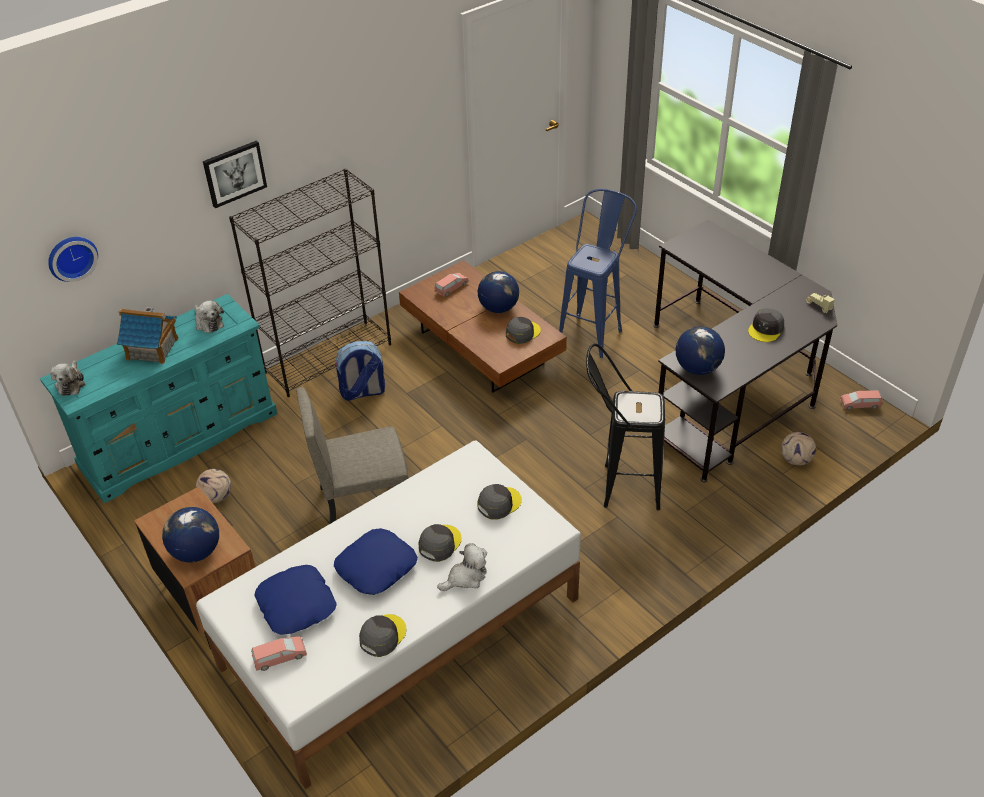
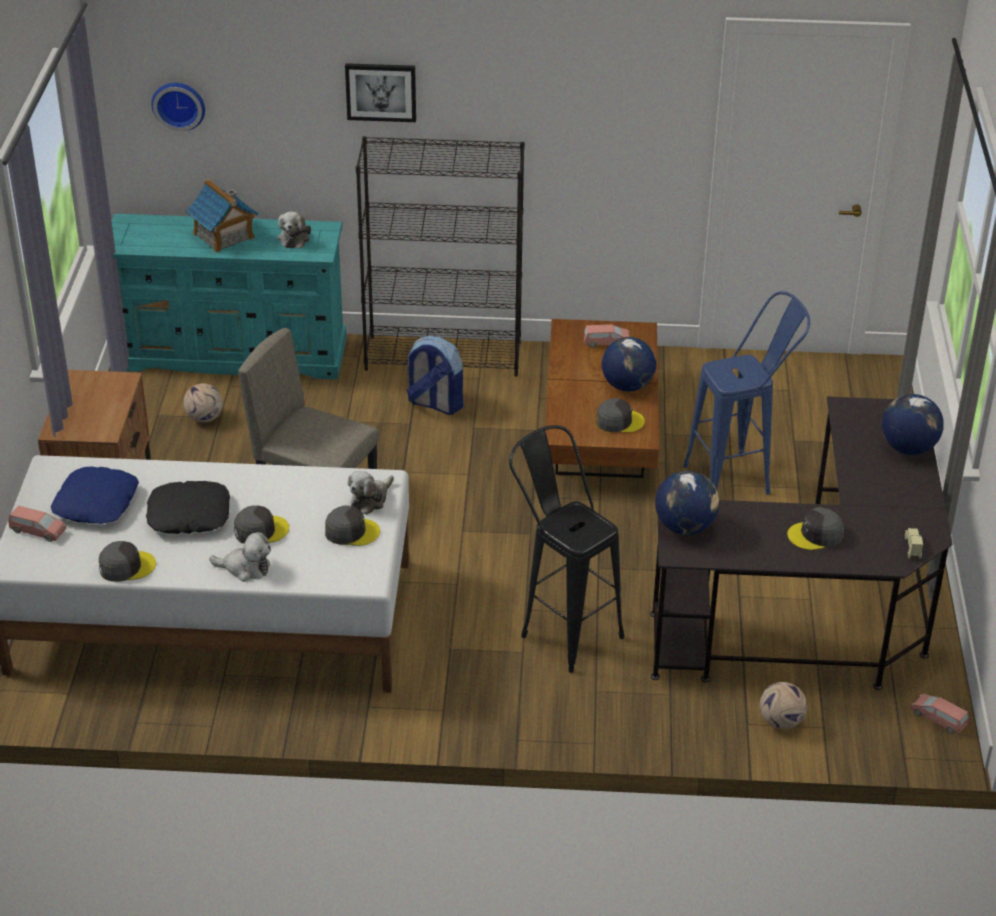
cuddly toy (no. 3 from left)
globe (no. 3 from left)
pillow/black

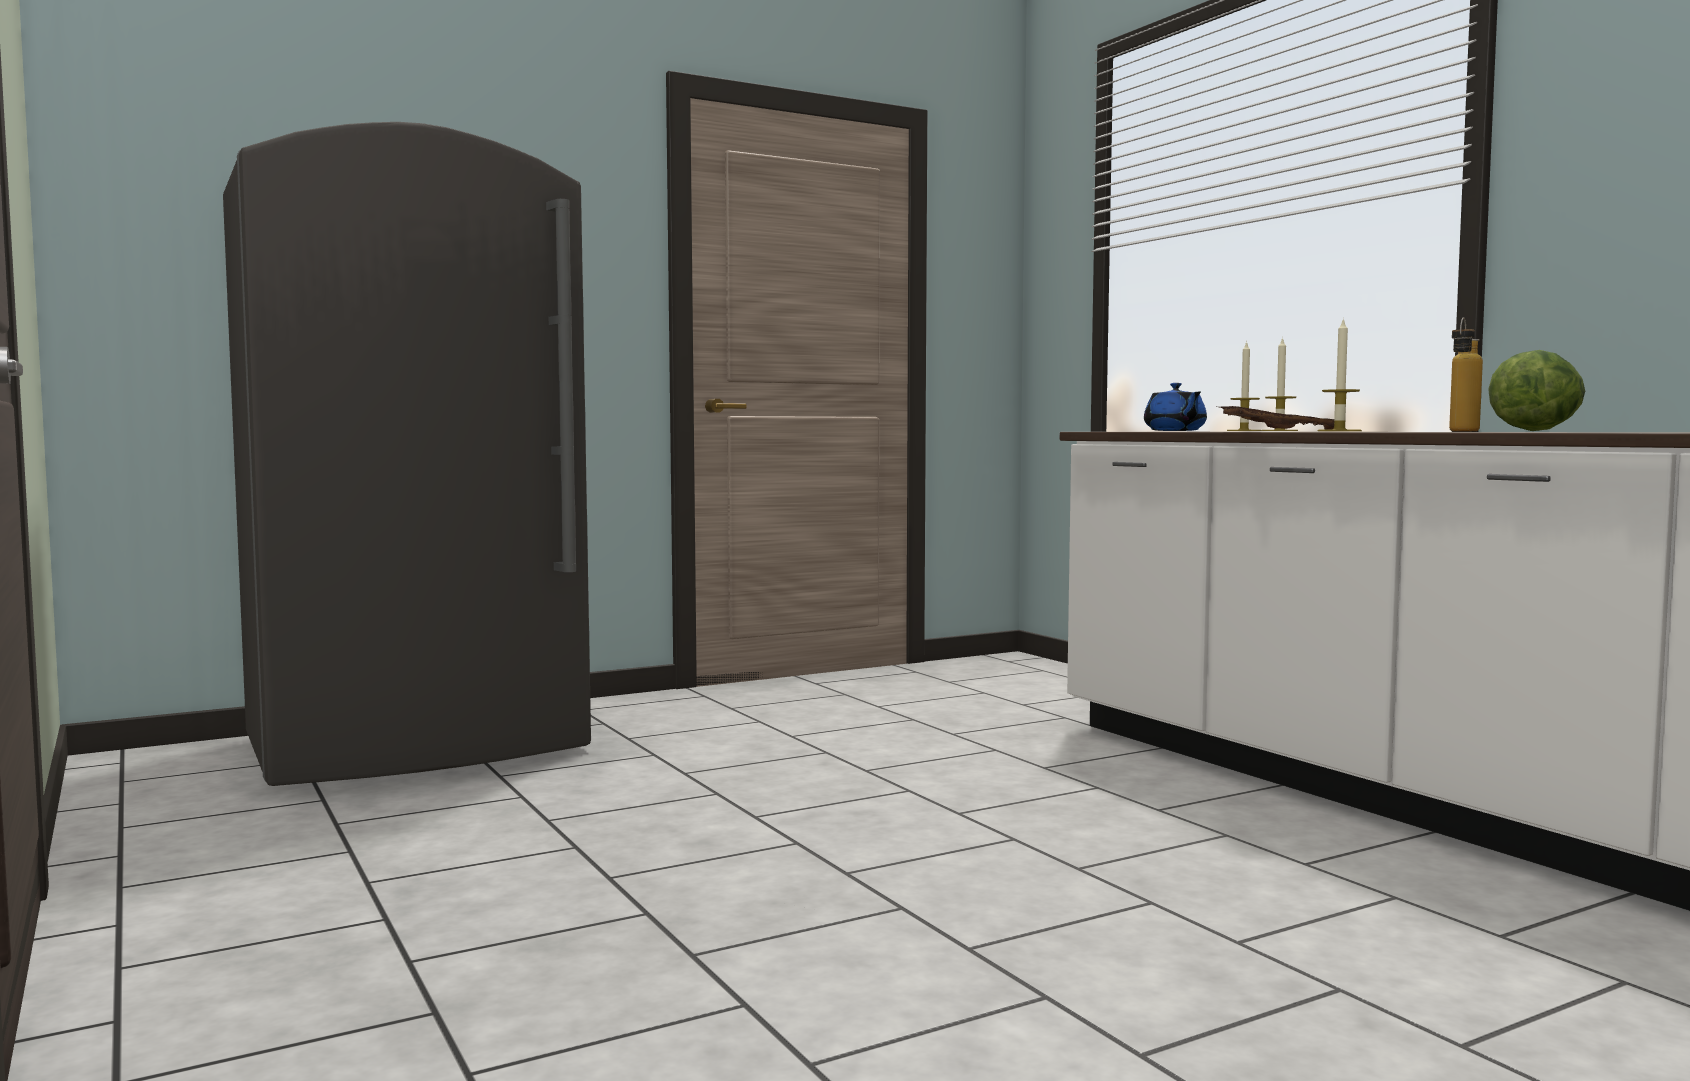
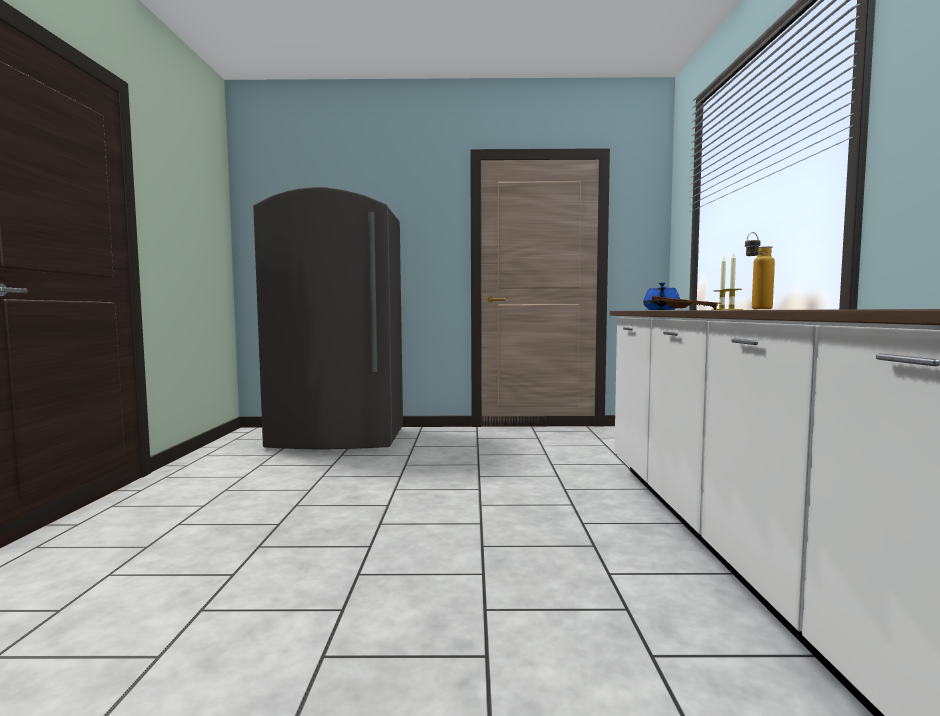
wax light (no. 3 from left in the first image)
lettuce

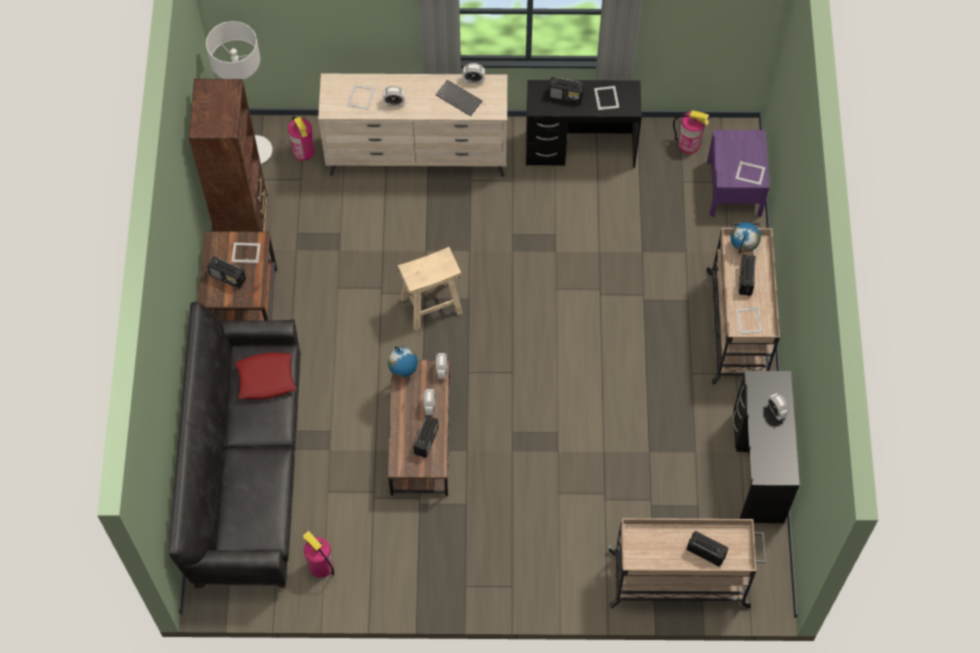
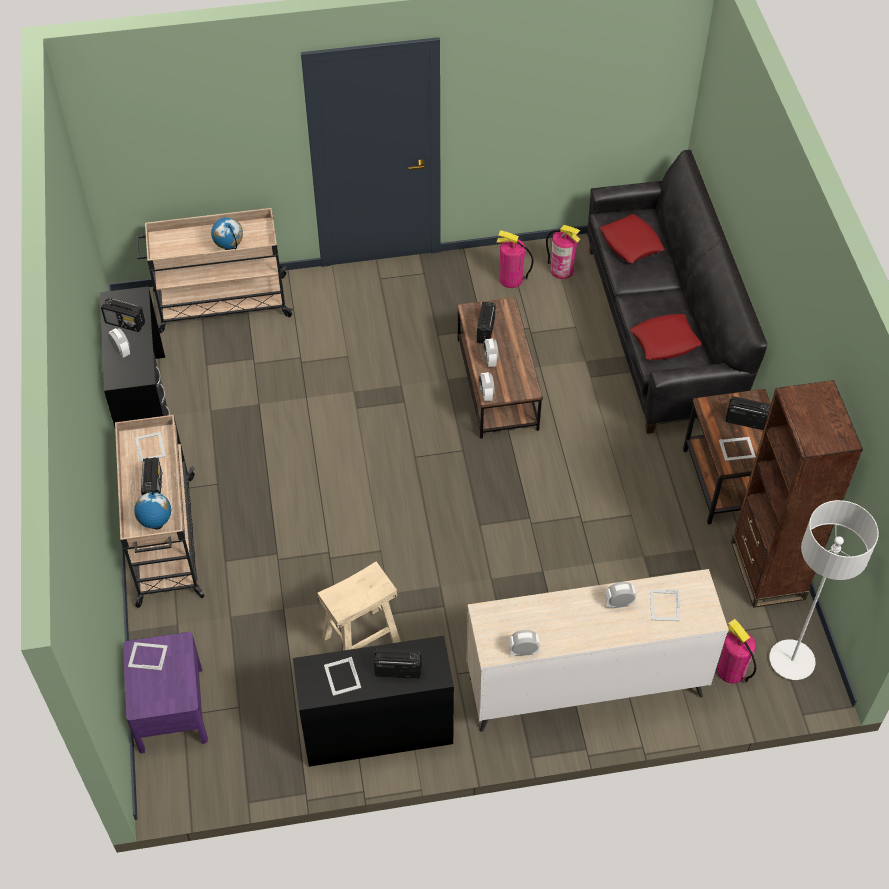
globe (no. 2 from left)
stool seat/sand-coloured
PC keyboard
fire-fighting cylinder (no. 1 from left)
radio receiver (no. 1 from left)
pillow/red-coloured (no. 1 from left)

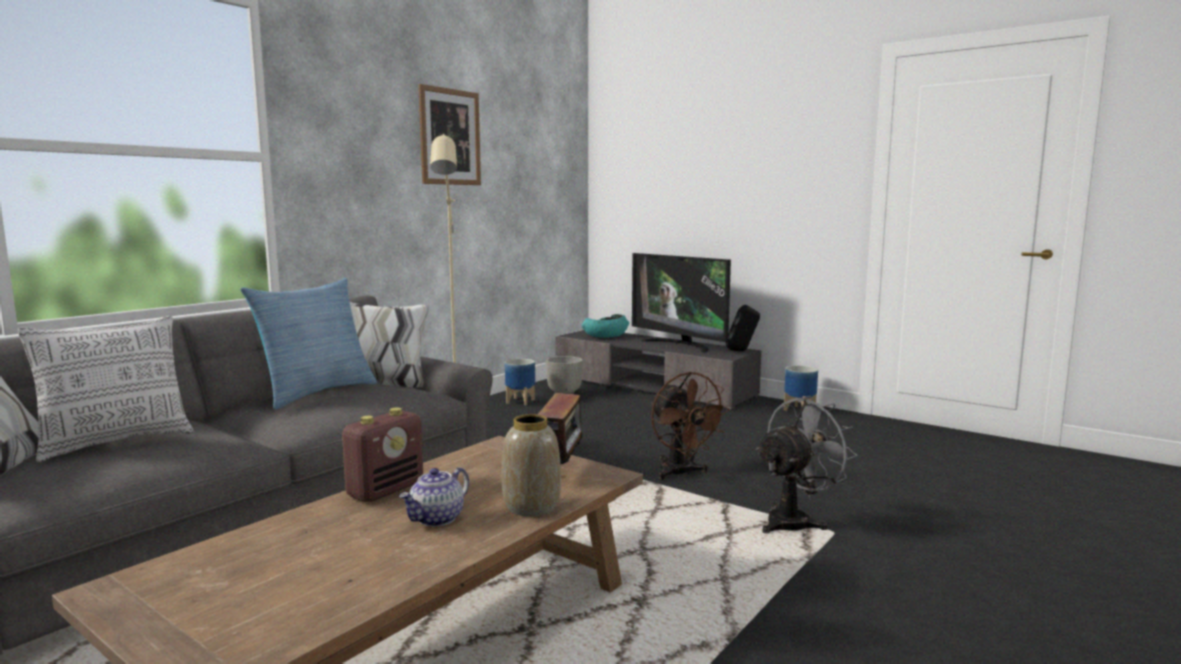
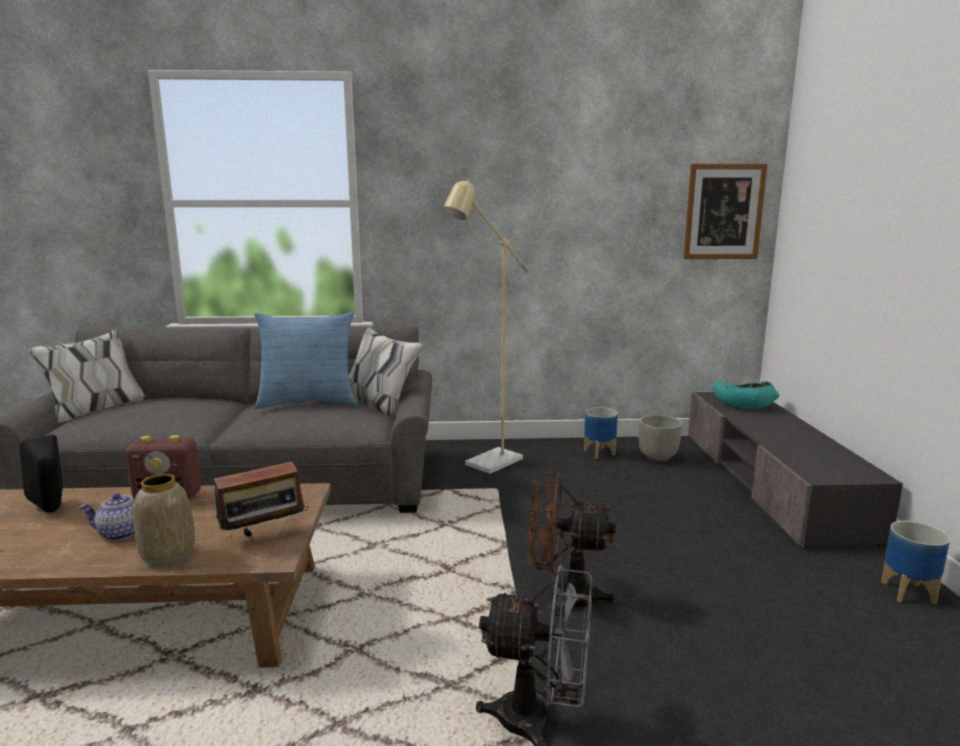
pillow (no. 1 from left in the first image)
picture
TV
electric fan/brownish
speaker/black

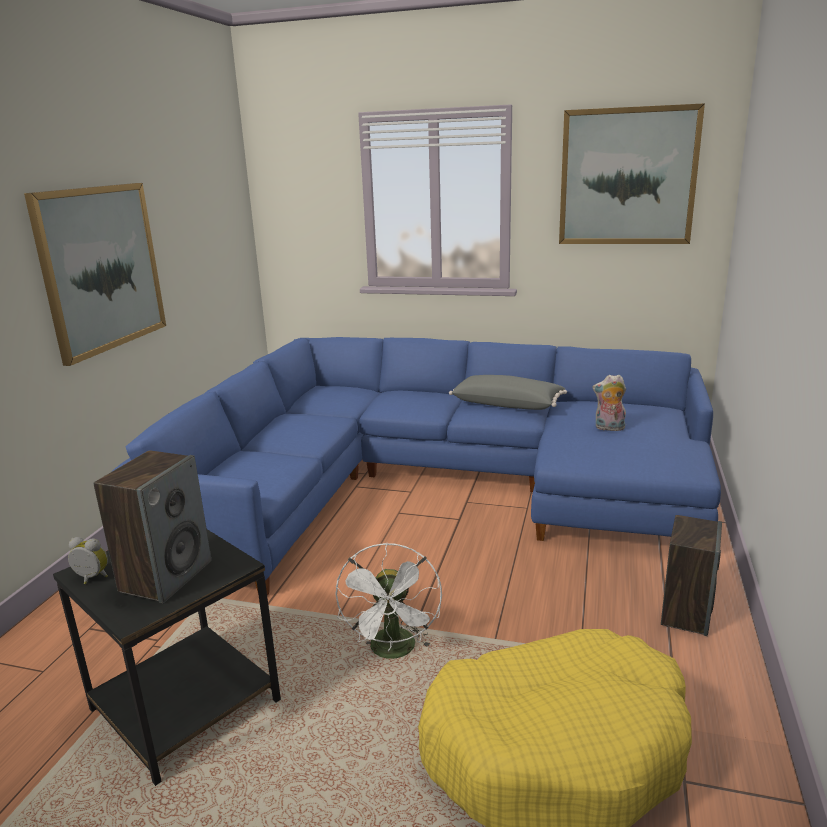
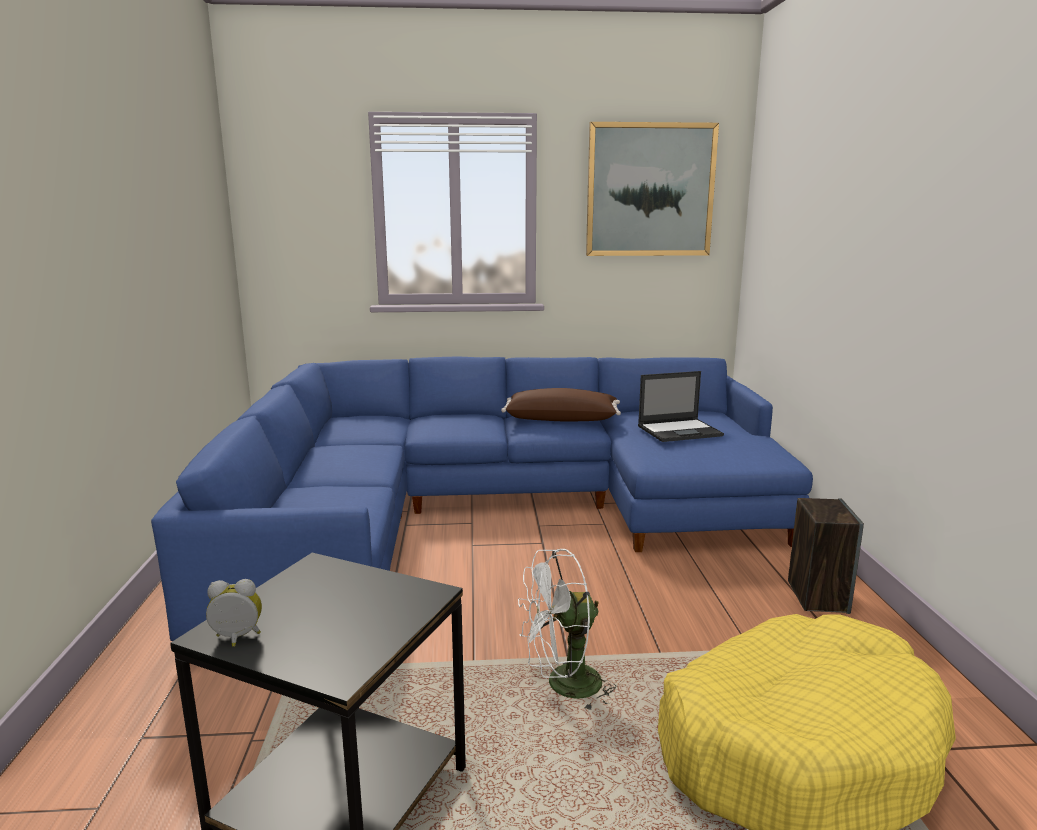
picture (no. 1 from left in the first image)
speaker (no. 1 from left in the first image)
electric fan/white
pillow/brownish
portable computer

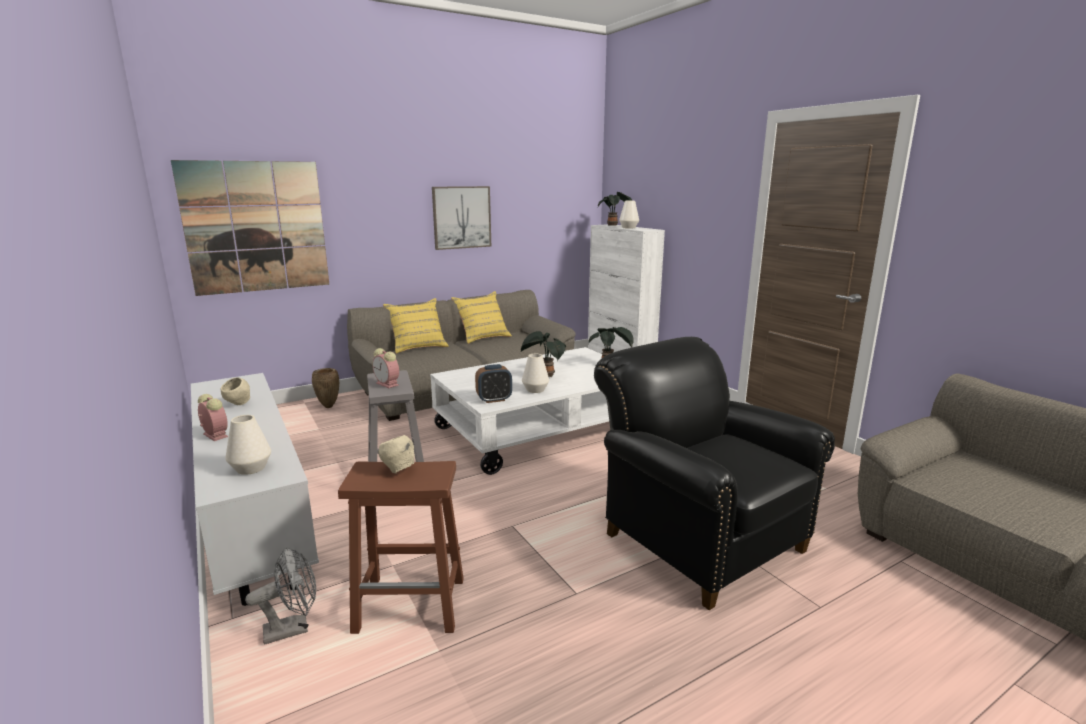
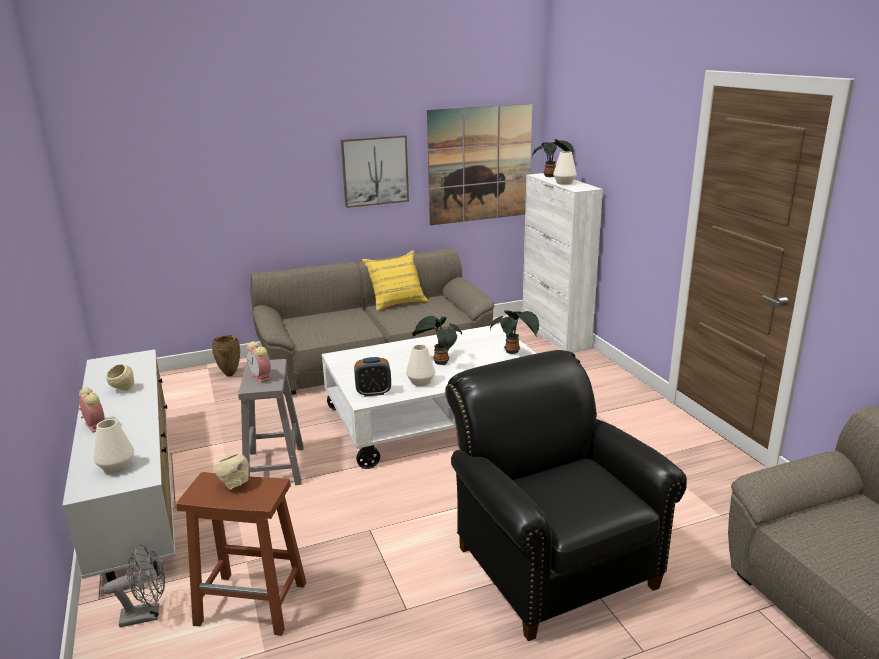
picture (no. 2 from left)
pillow/yellowish (no. 1 from left in the first image)

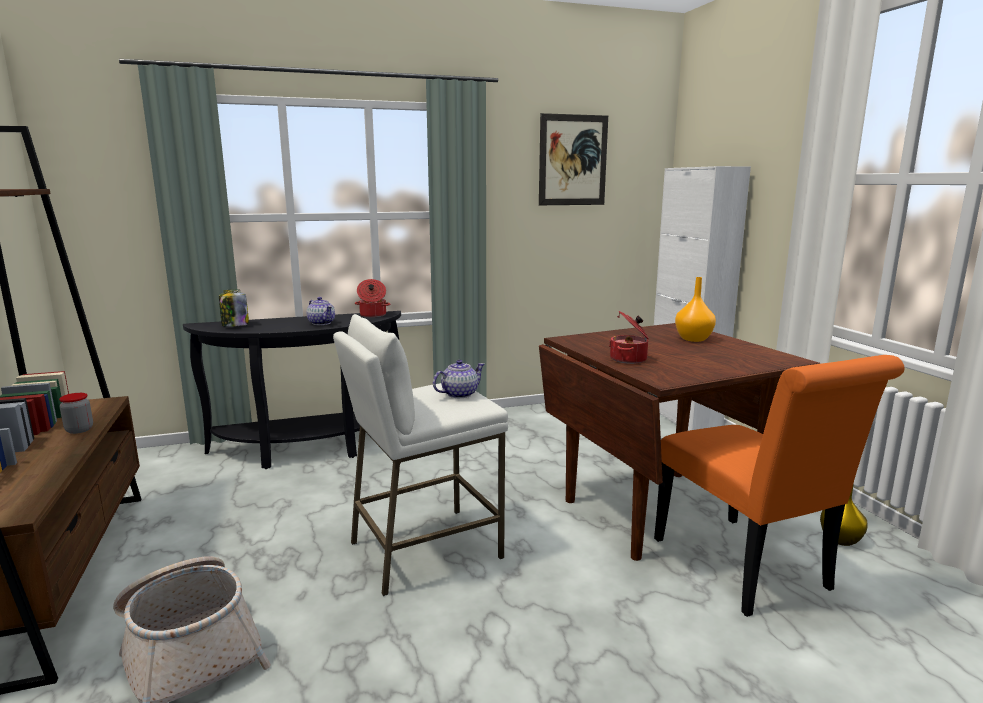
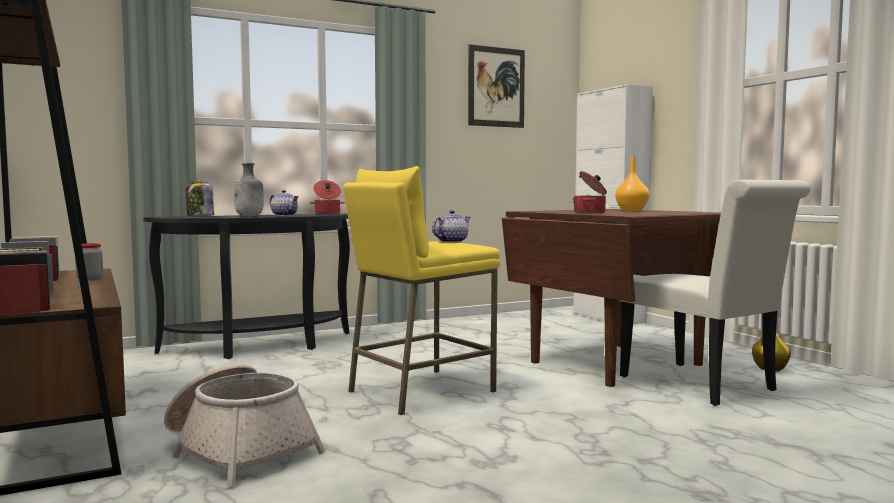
stool seat/yellowish
chair/white
beverage bottle/gray

